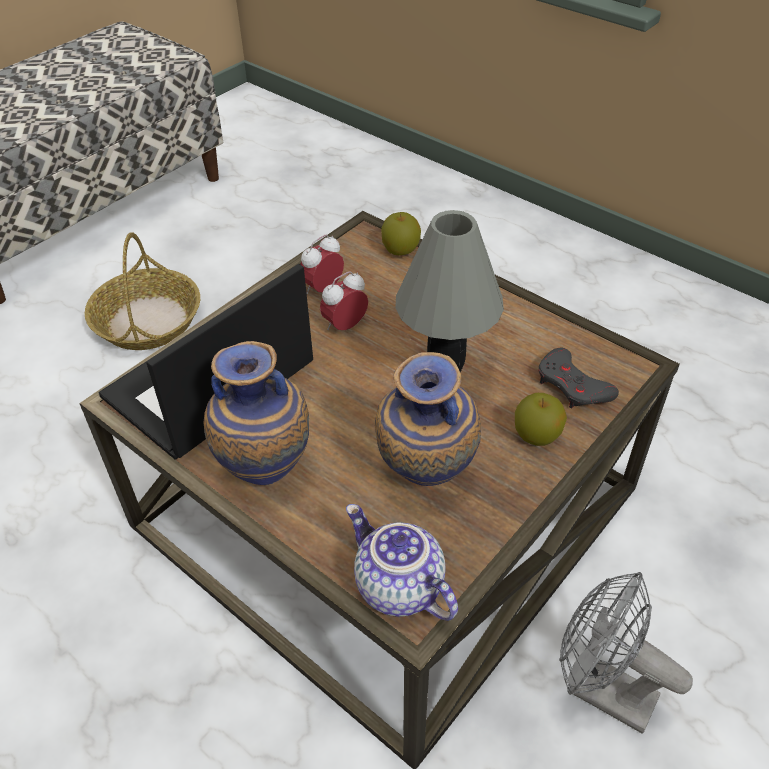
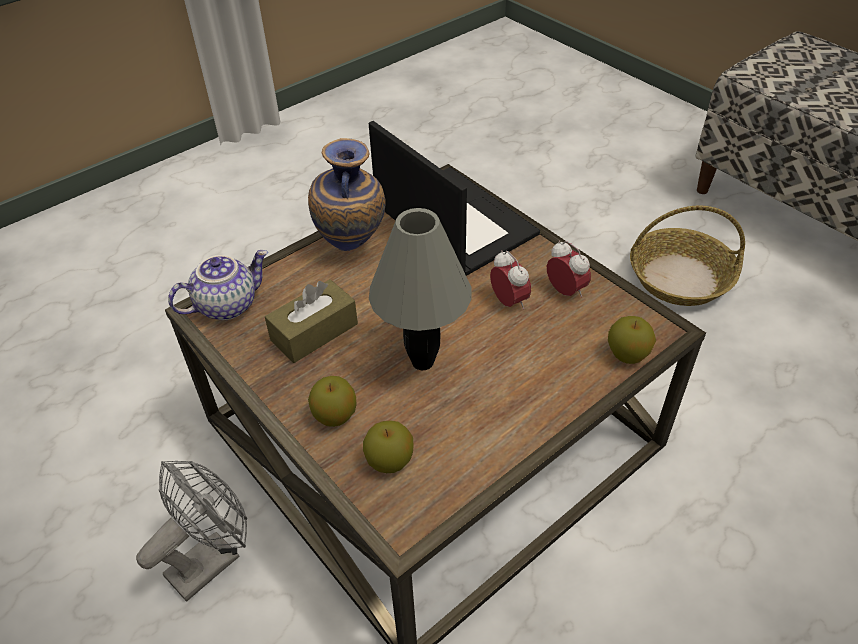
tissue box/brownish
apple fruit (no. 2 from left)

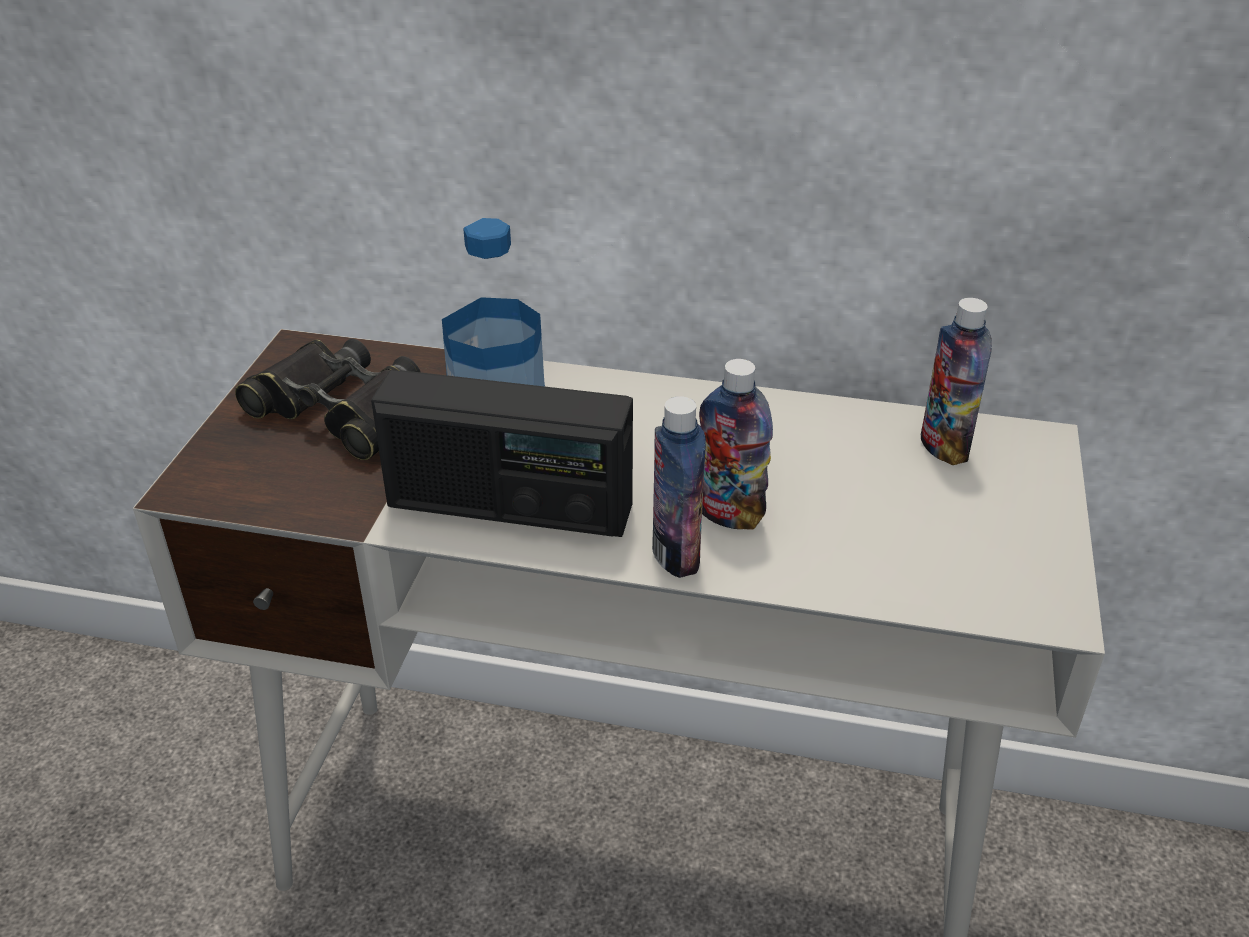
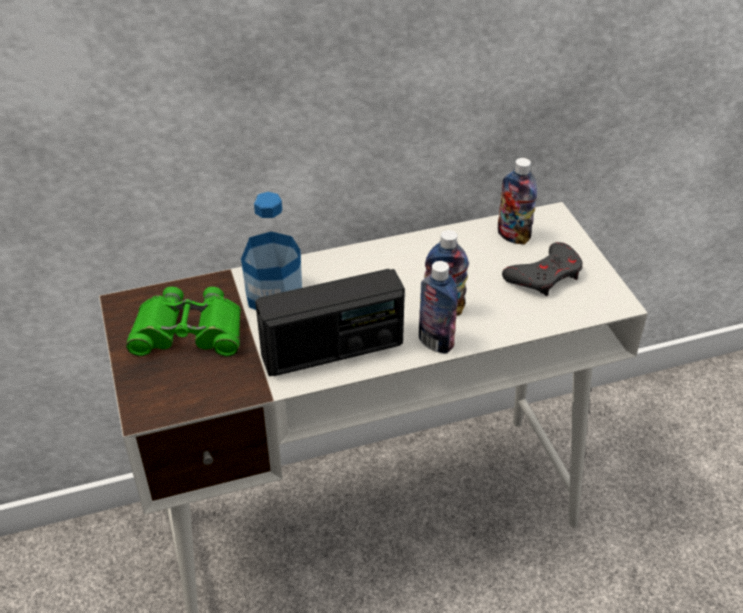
pair of binoculars/green
joypad/gray

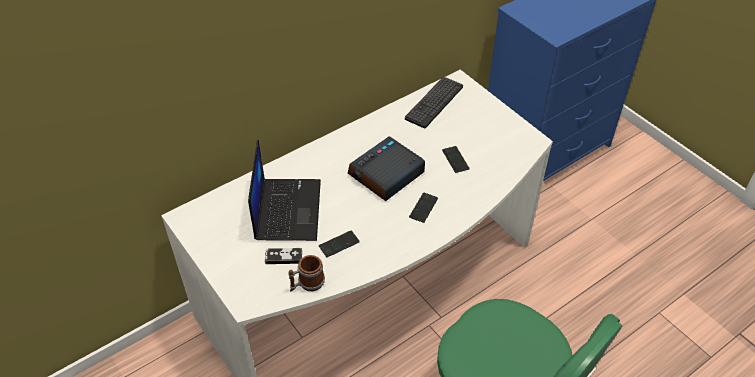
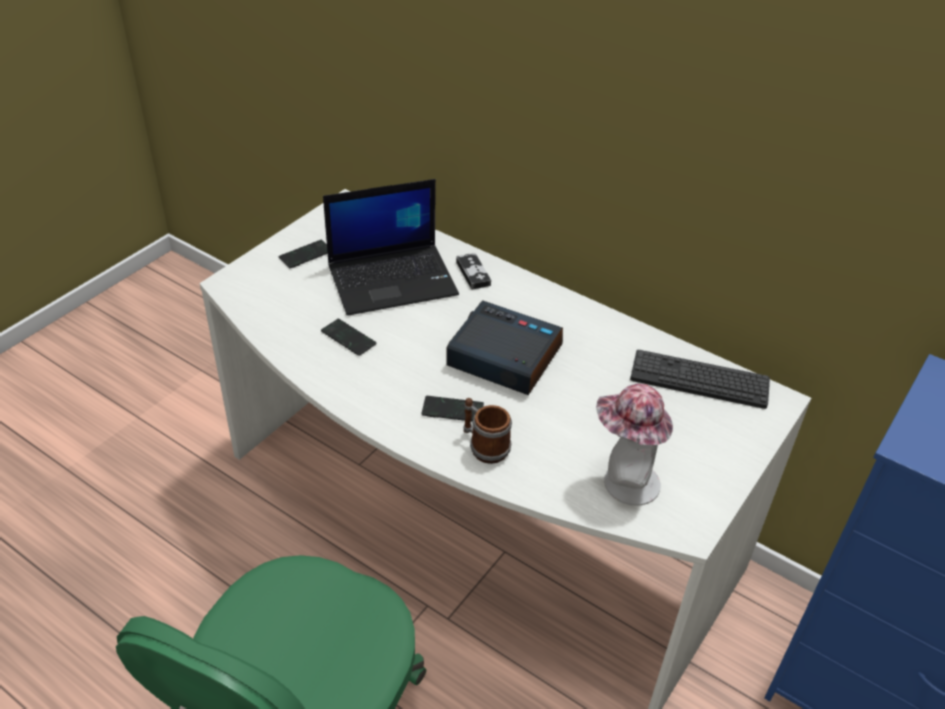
joypad
coffee mug
phone (no. 1 from left)
hat

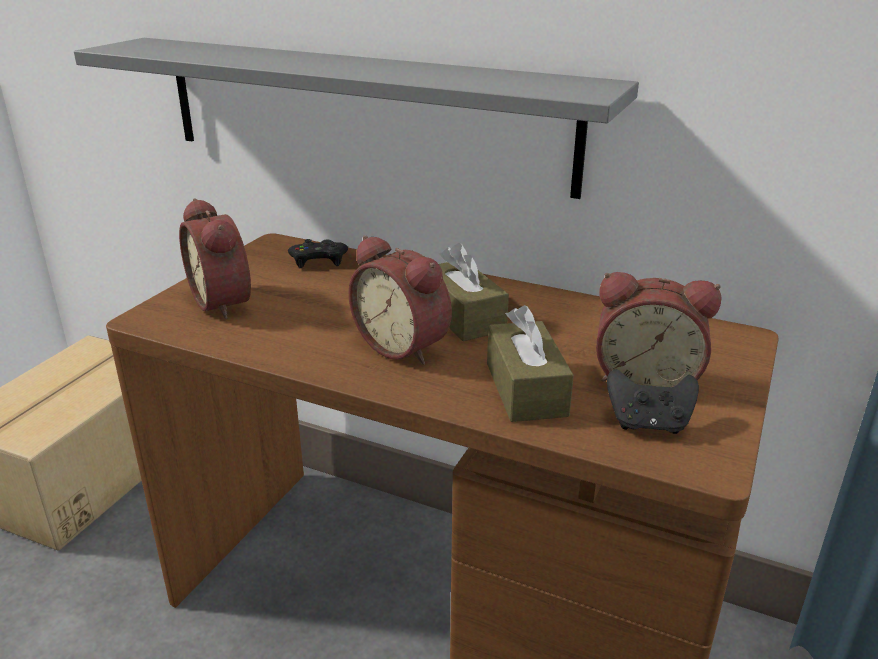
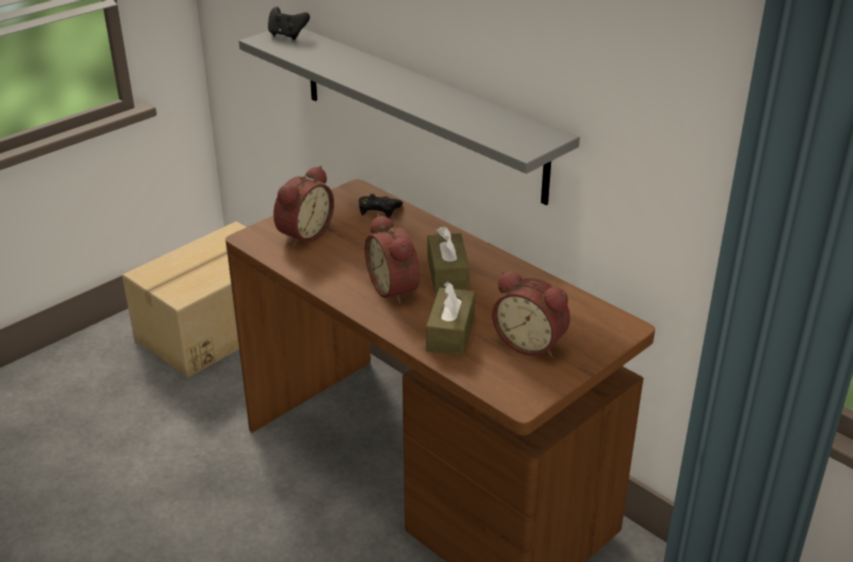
alarm clock (no. 1 from left)
joypad/black (no. 1 from left)

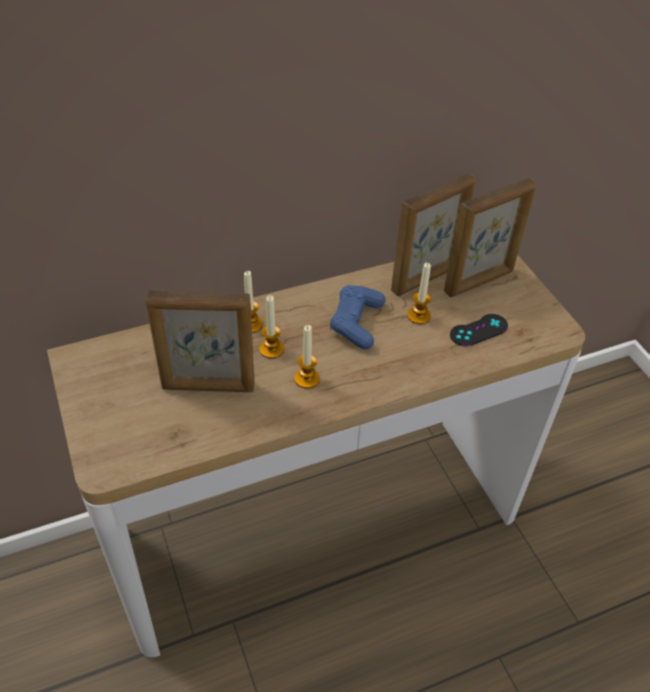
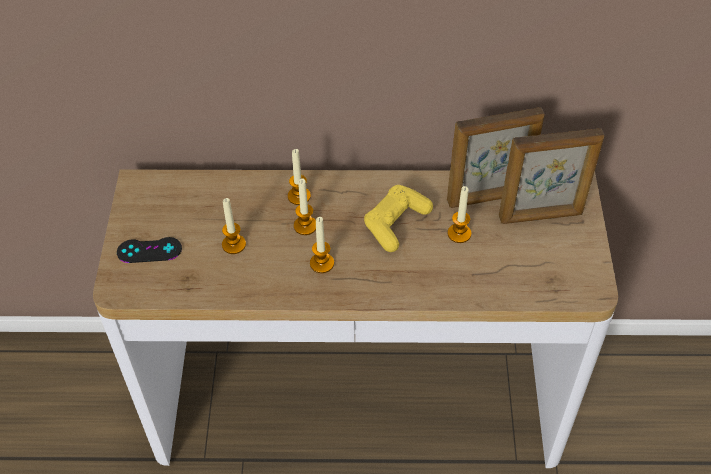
wax light (no. 1 from left)
joypad/yellowish
joypad/black

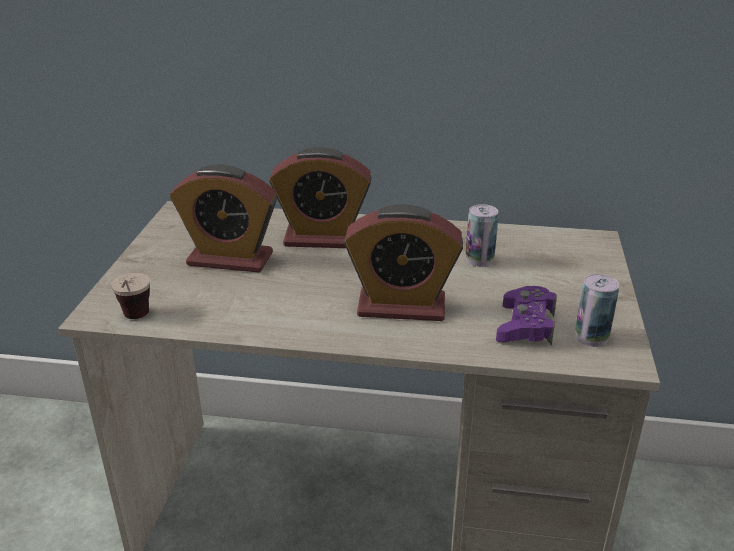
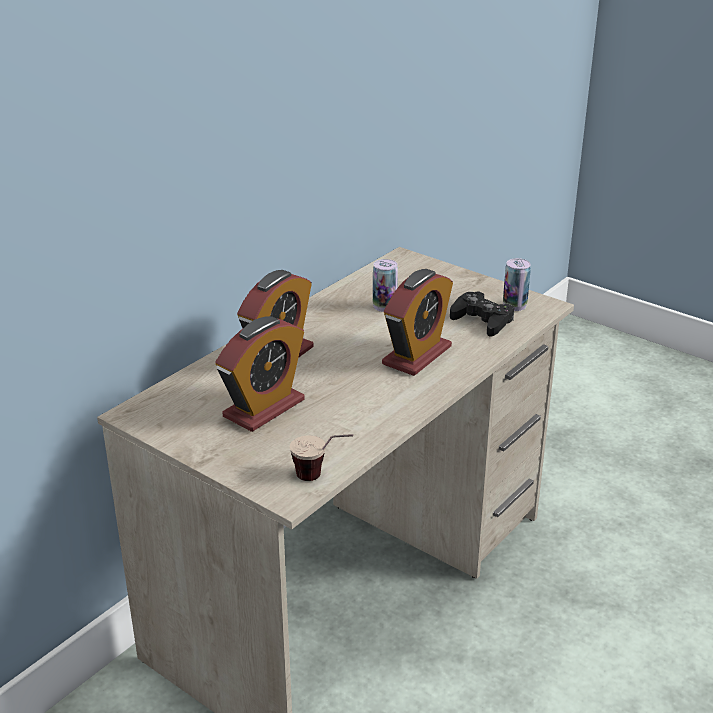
joypad/black

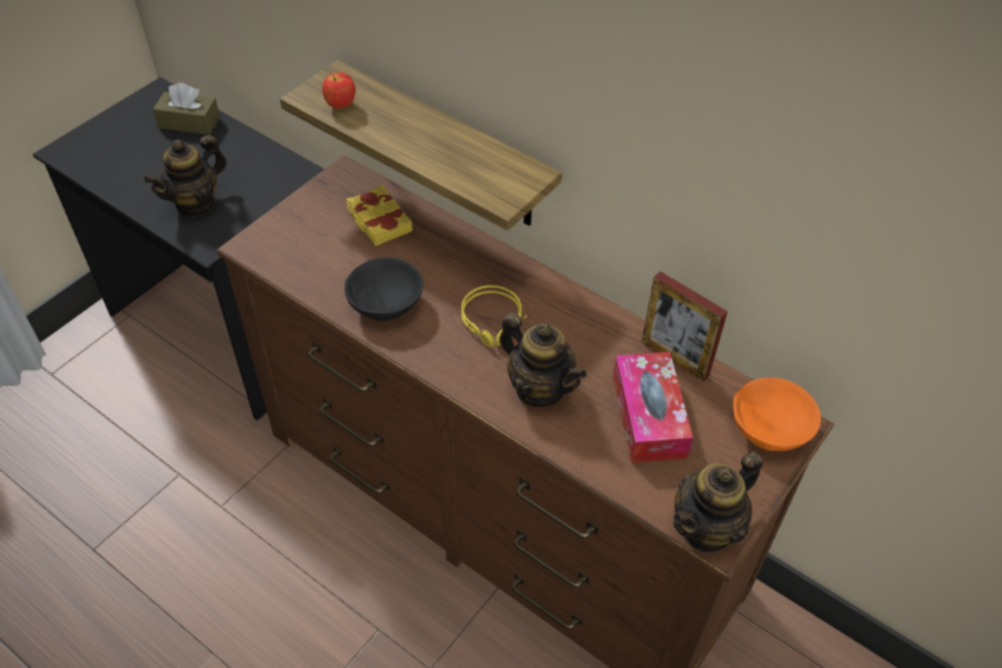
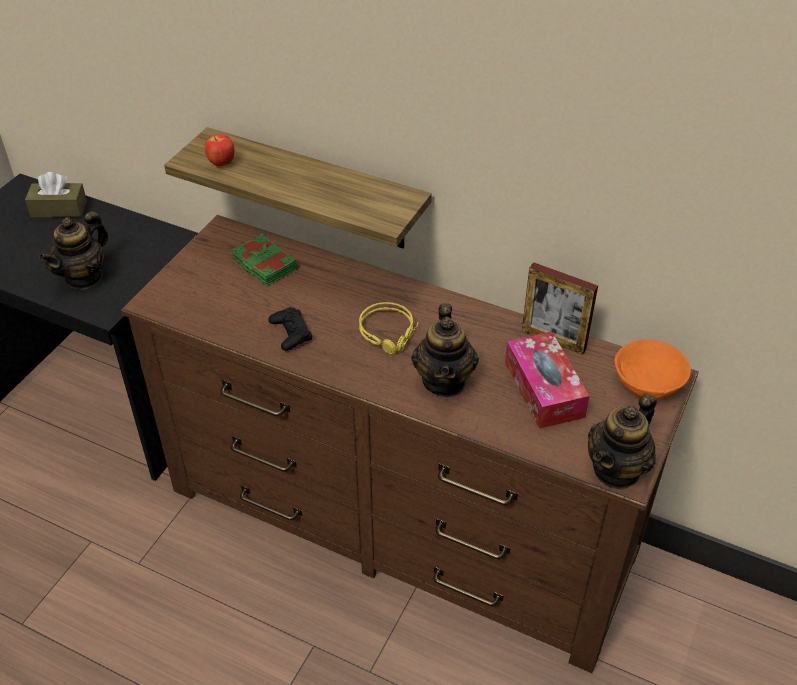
joypad/black
bound book/green
teapot (no. 2 from left)

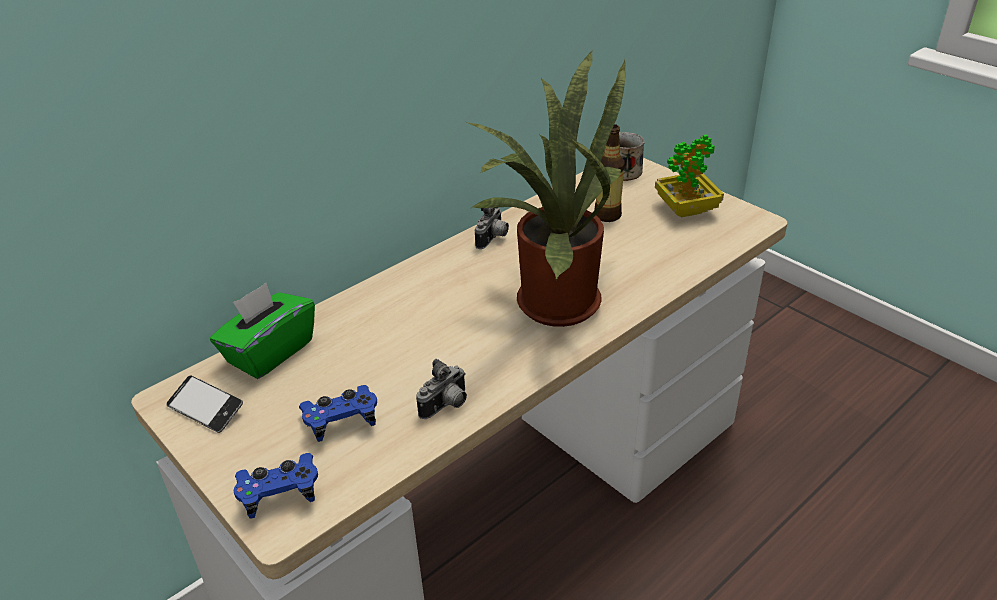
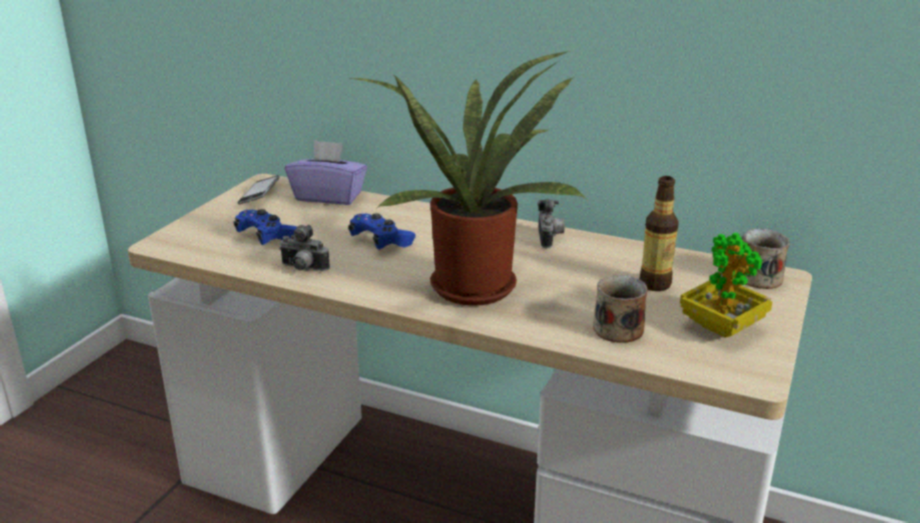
tissue box/purplish
joypad/blue (no. 2 from left)
photo camera (no. 2 from left)
coffee mug (no. 1 from left)

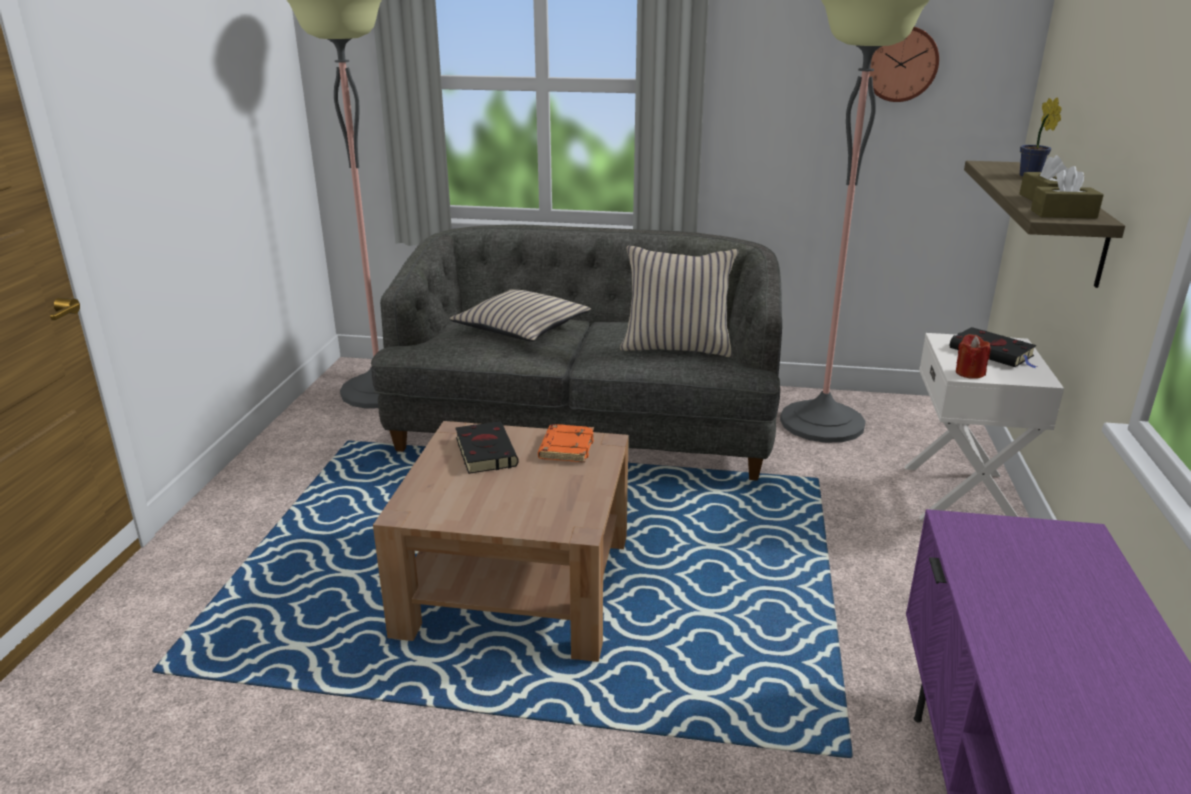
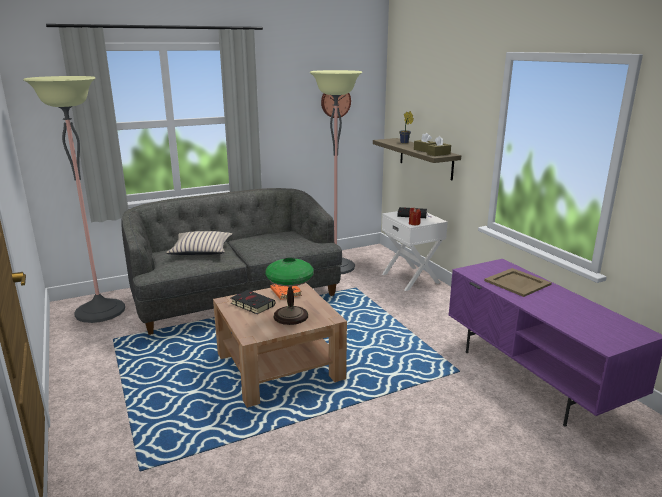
pillow/sand-coloured (no. 2 from left in the first image)
tabletop lamp
tray/sand-coloured

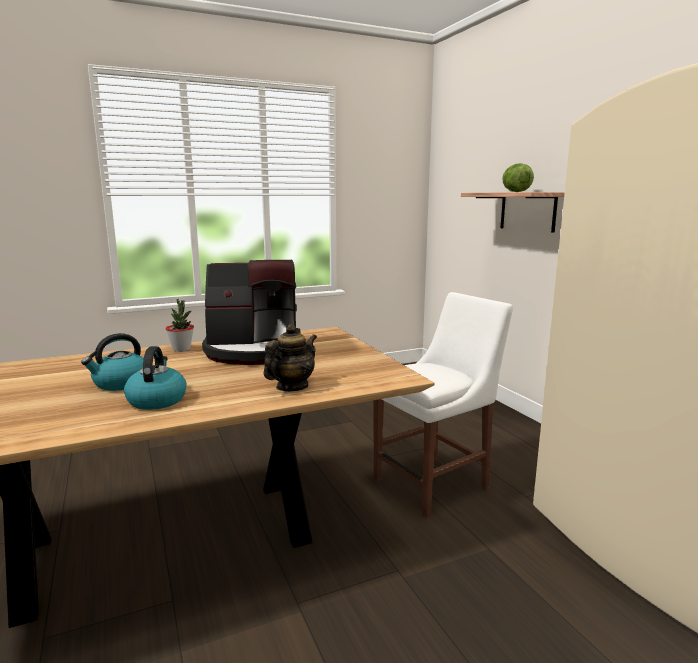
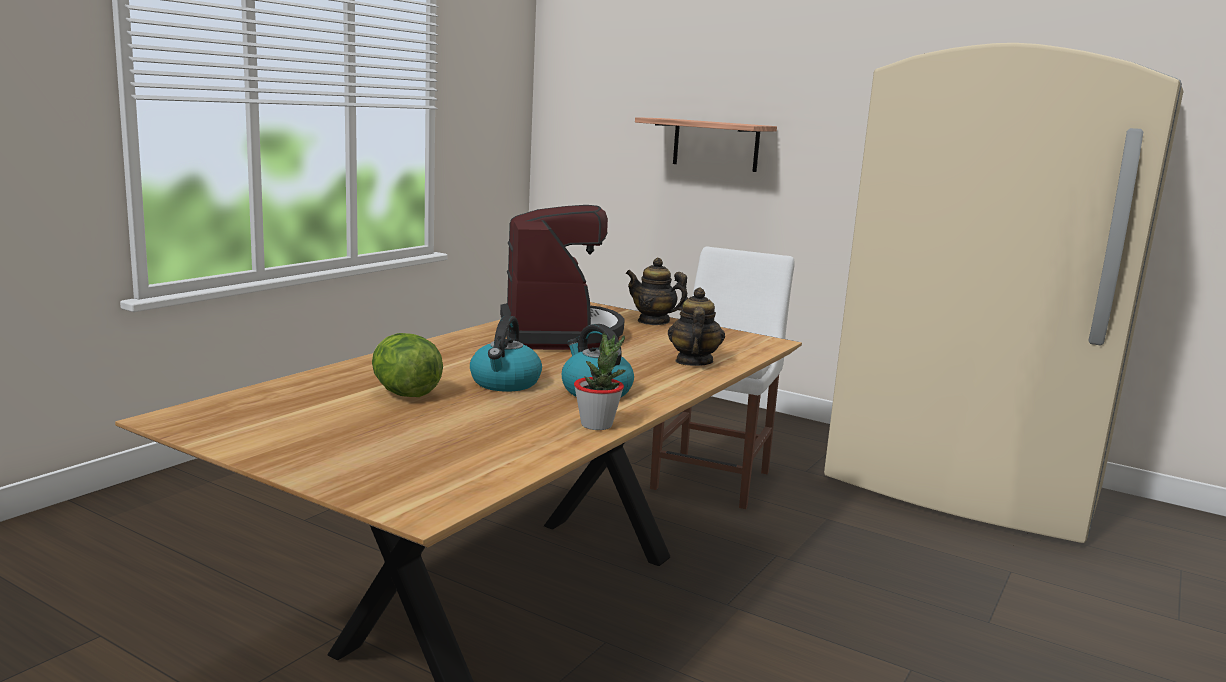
potted plant
coffee maker
lettuce
teapot (no. 1 from left)

